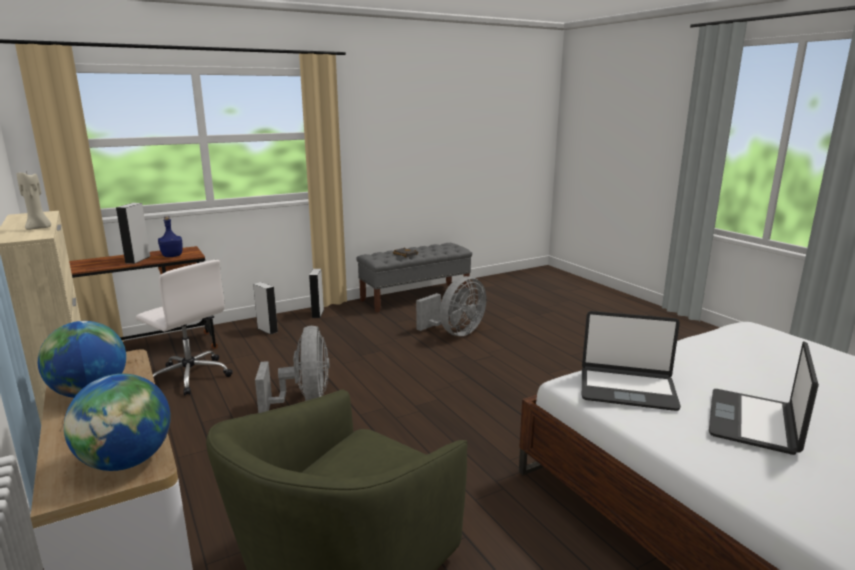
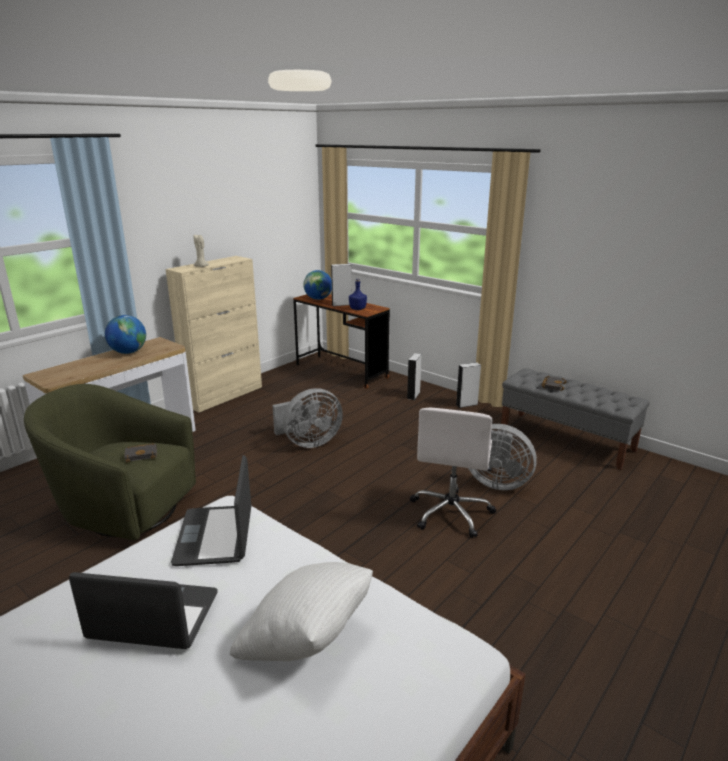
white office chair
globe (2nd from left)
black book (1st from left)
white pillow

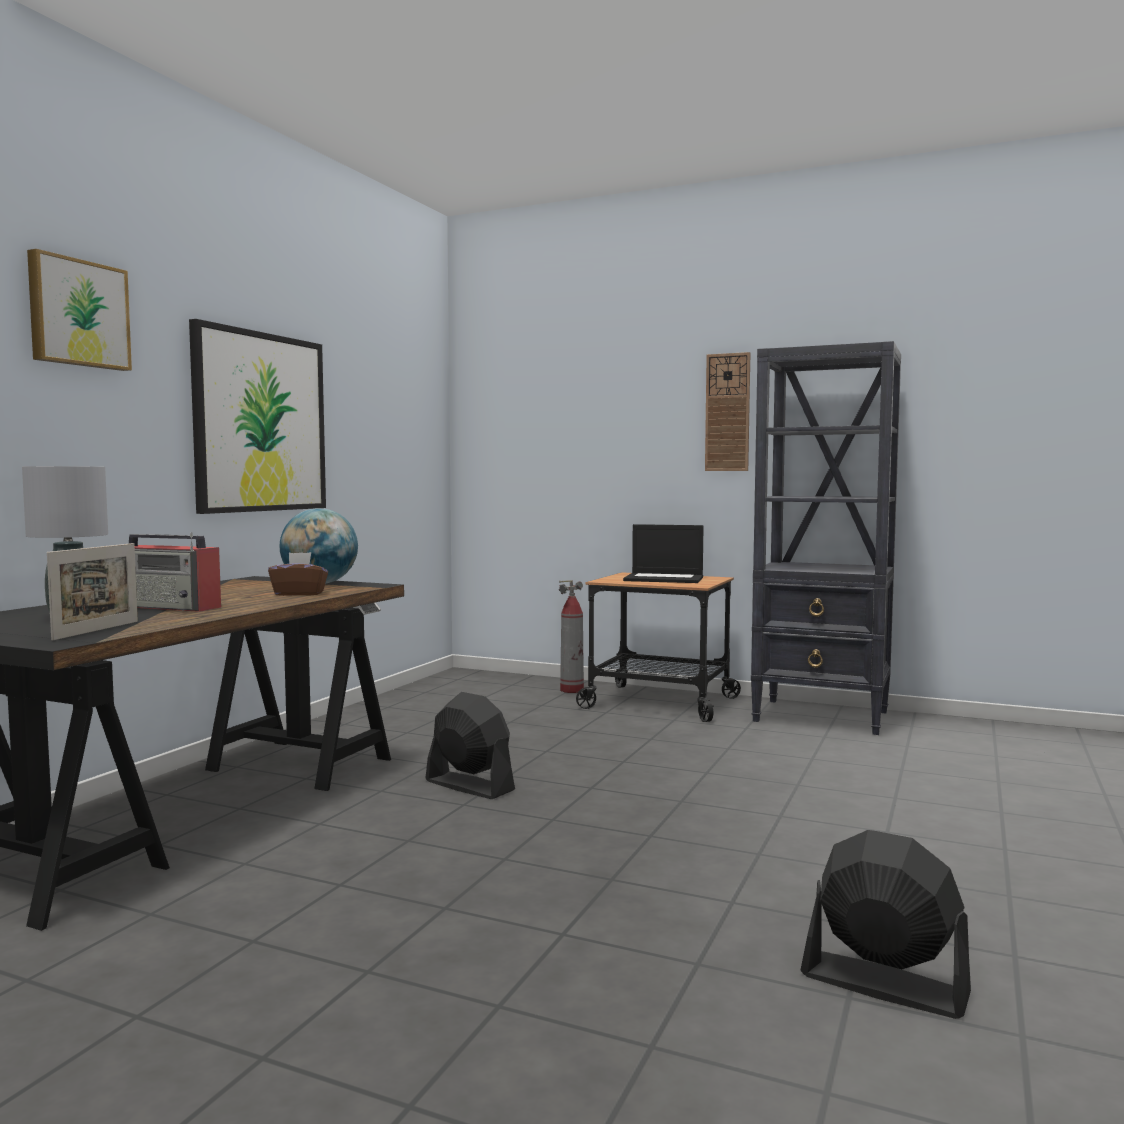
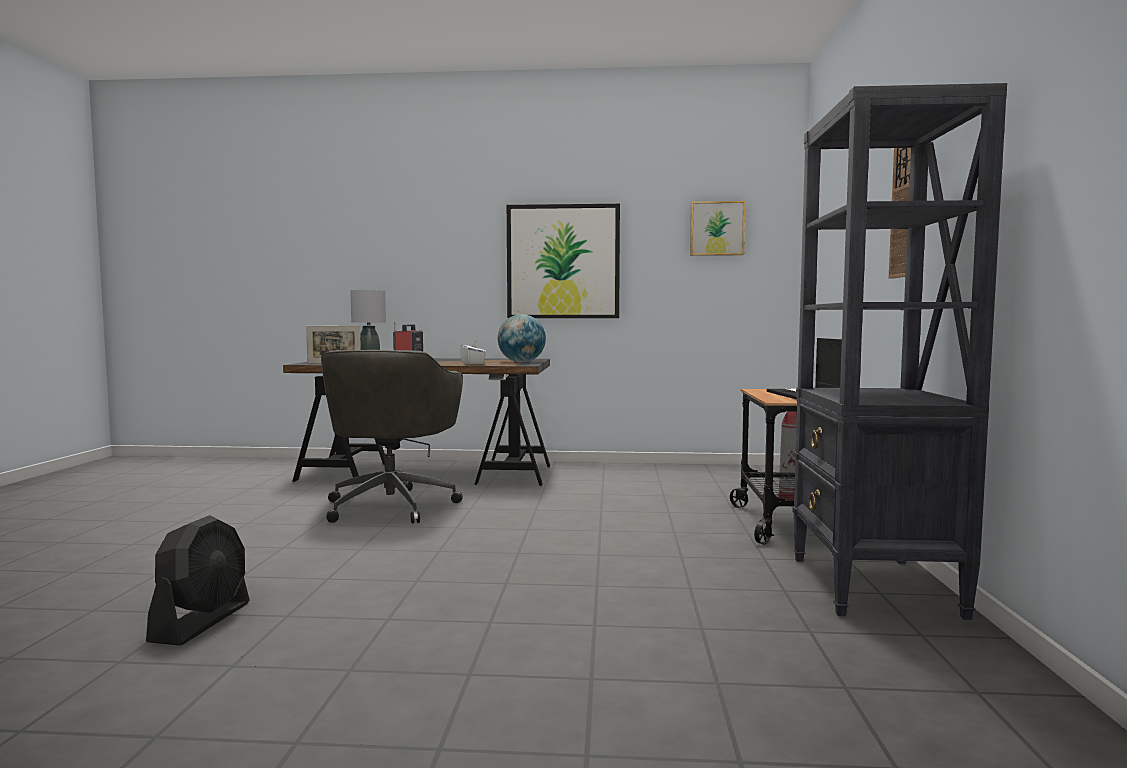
picture (2nd from left)
white tissue box
black fan (1st from left in the first image)
grey office chair

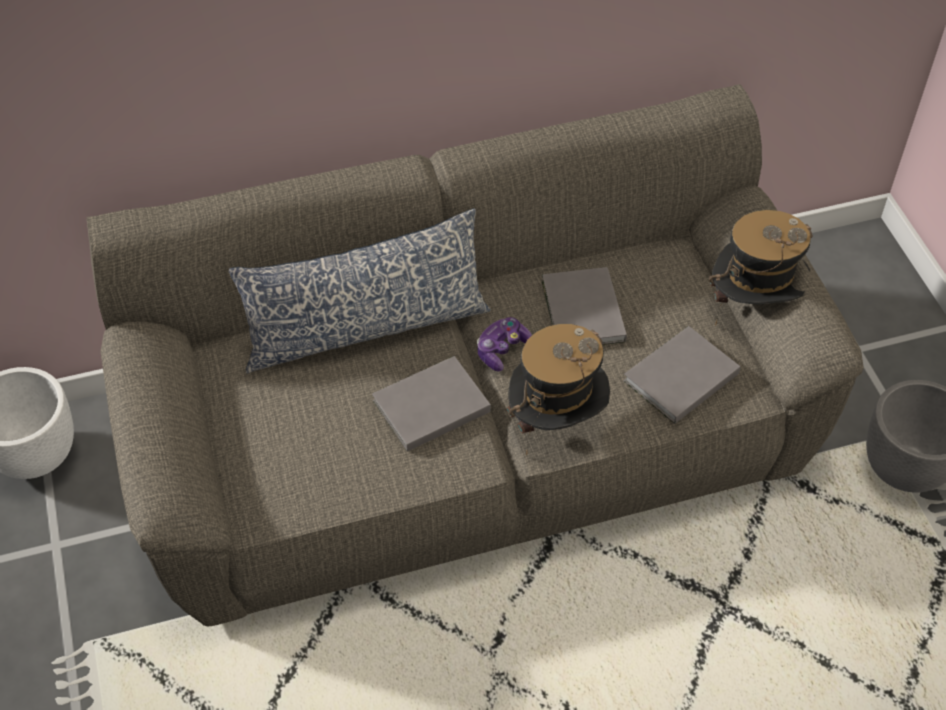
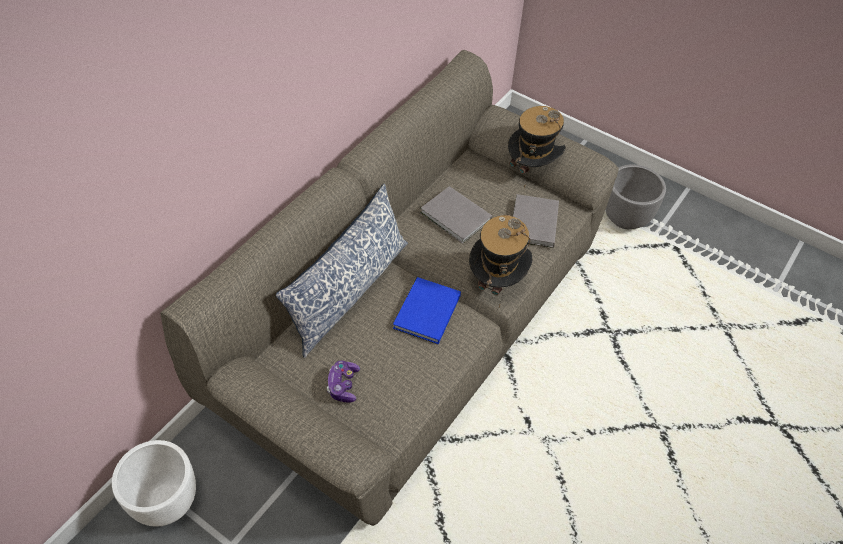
game controller
blue book

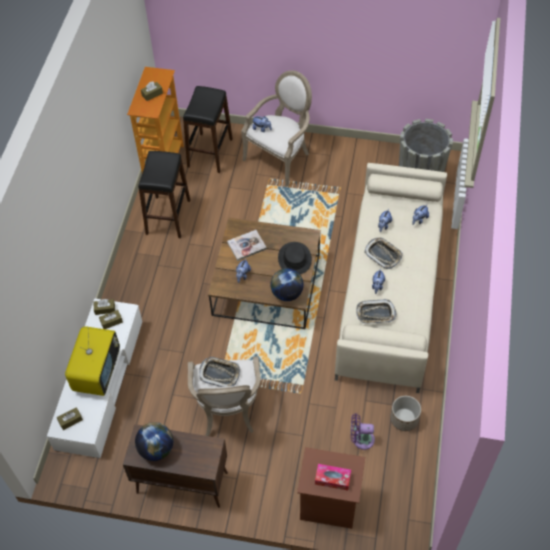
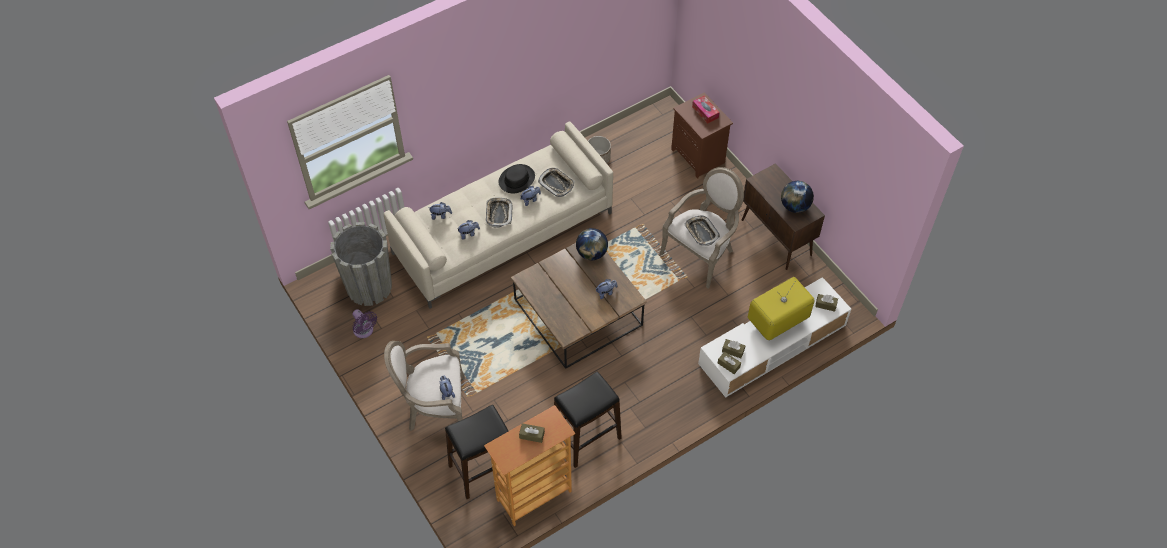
book
black hat
purple fan

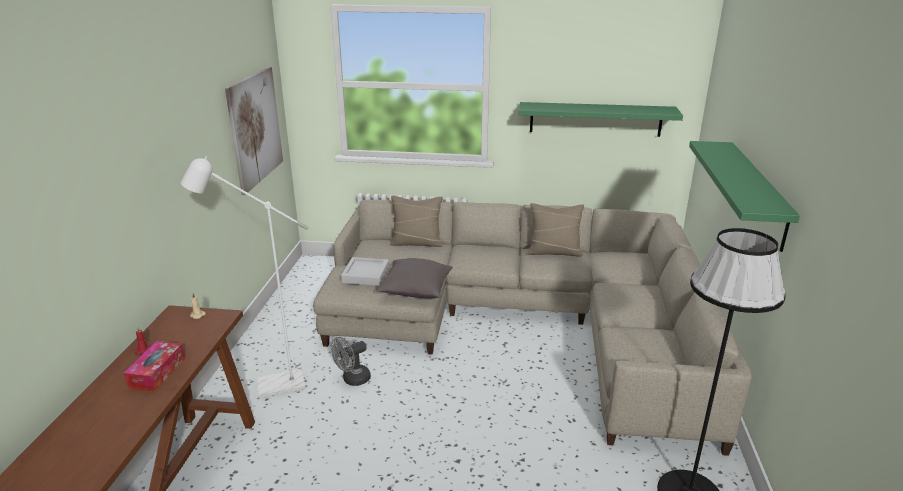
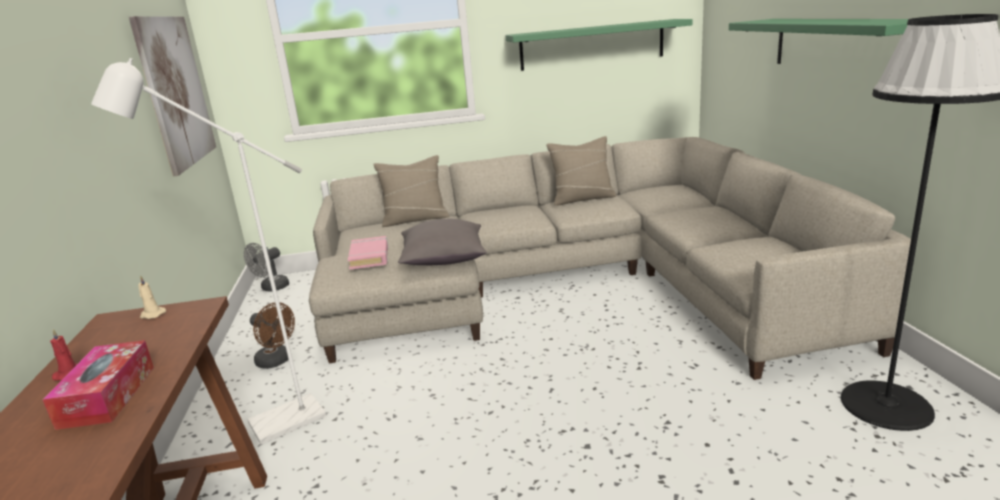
pink book
grey fan
brown fan

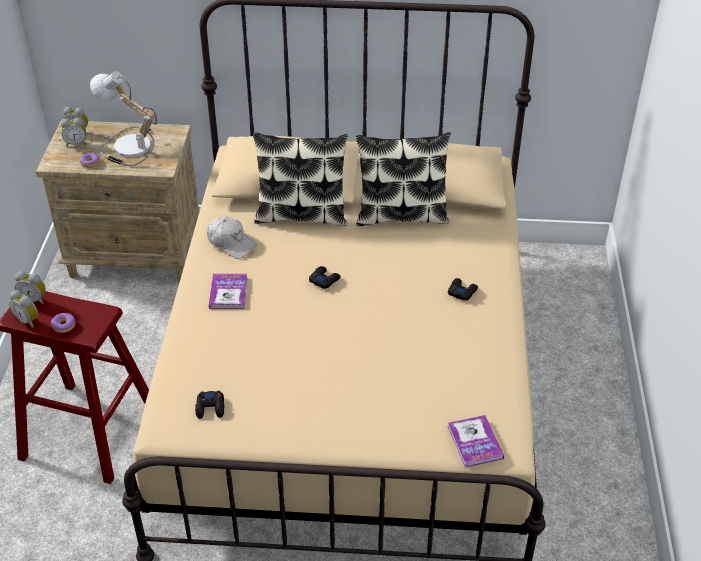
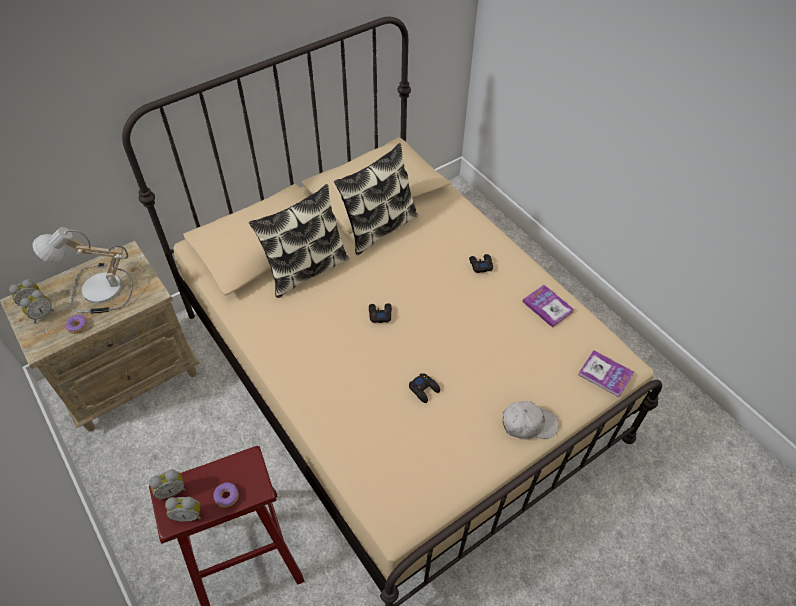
white cap
book (1st from left)
black game controller (2nd from left)

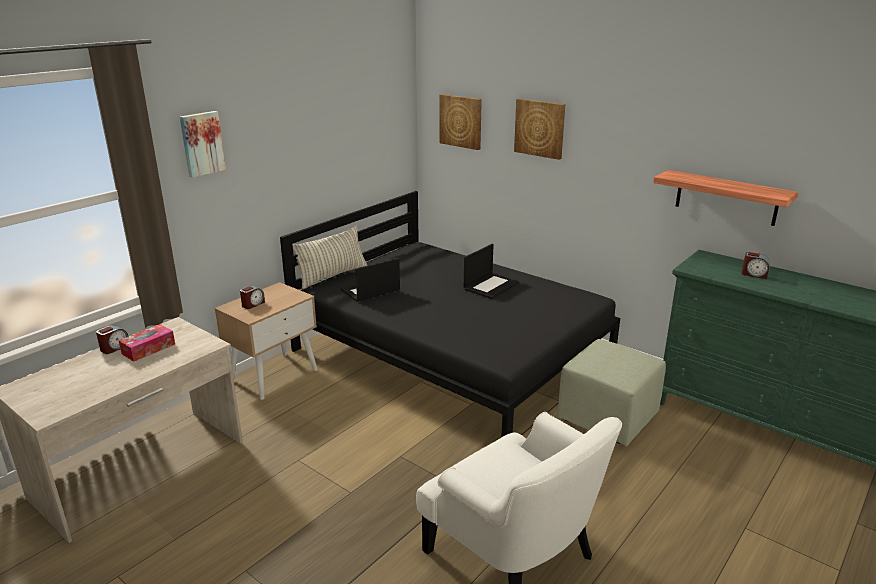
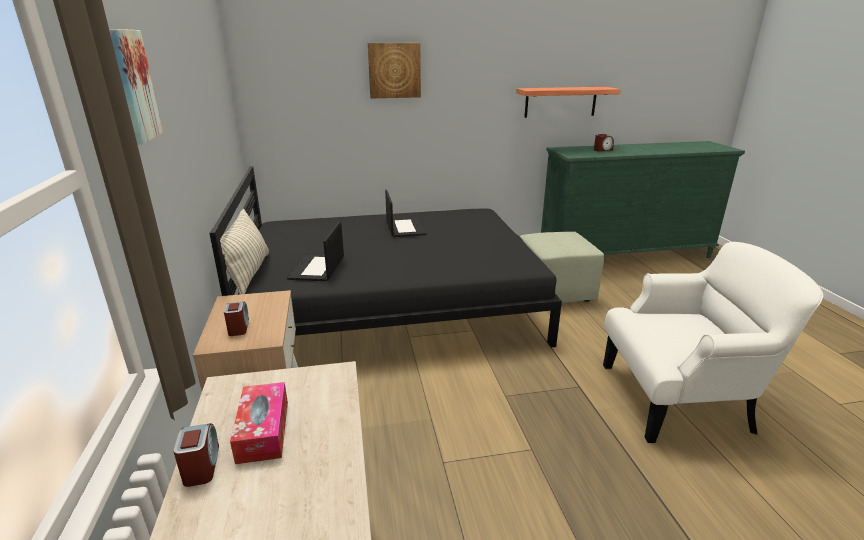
picture (2nd from left in the first image)

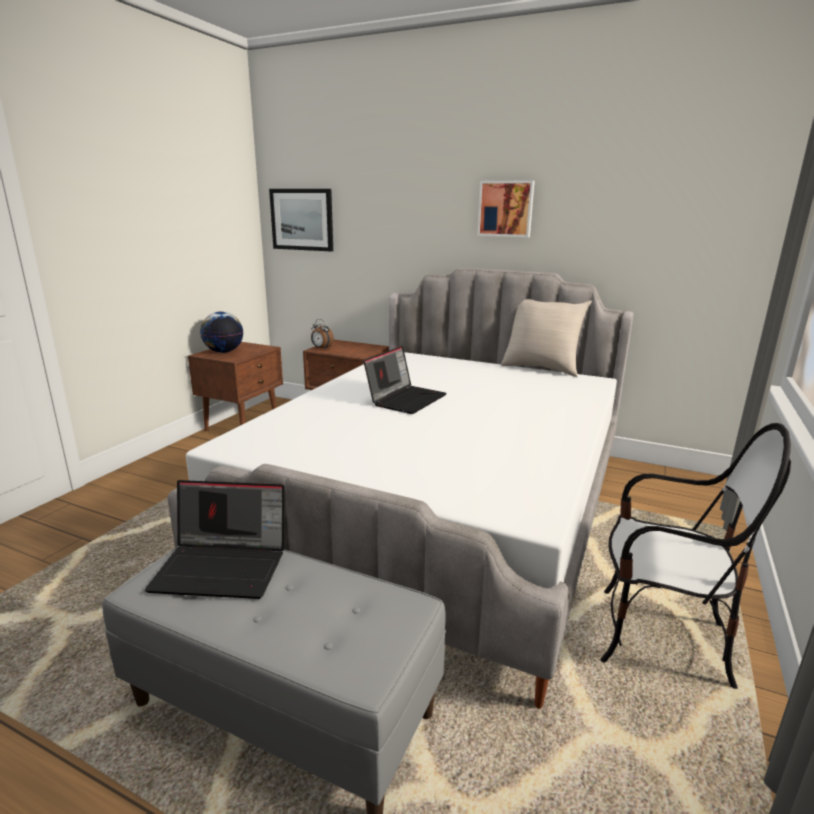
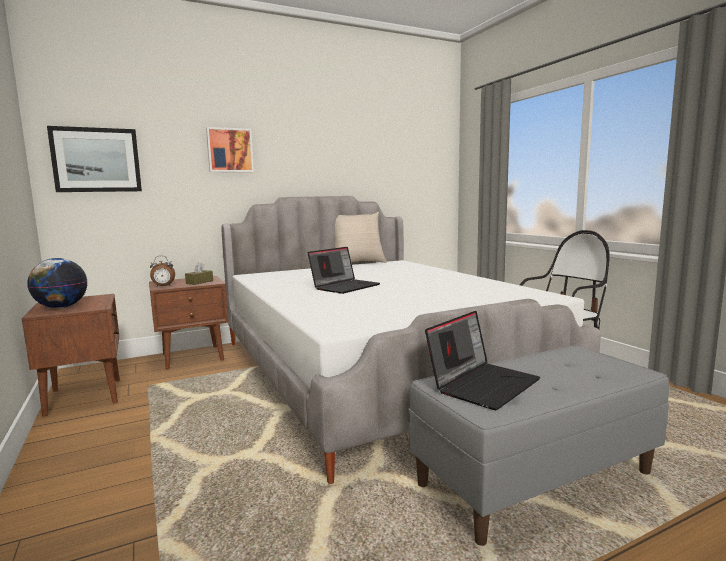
picture (2nd from left)
laptop (1st from left)
brown tissue box

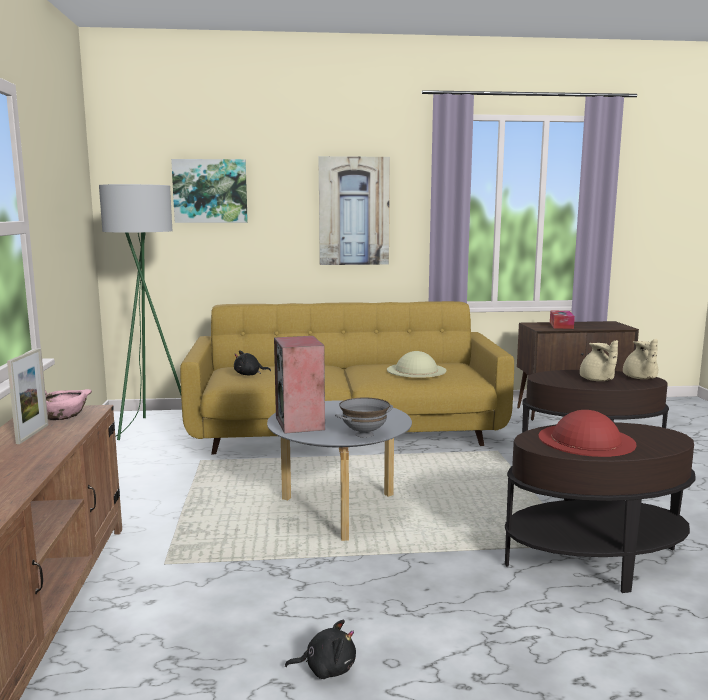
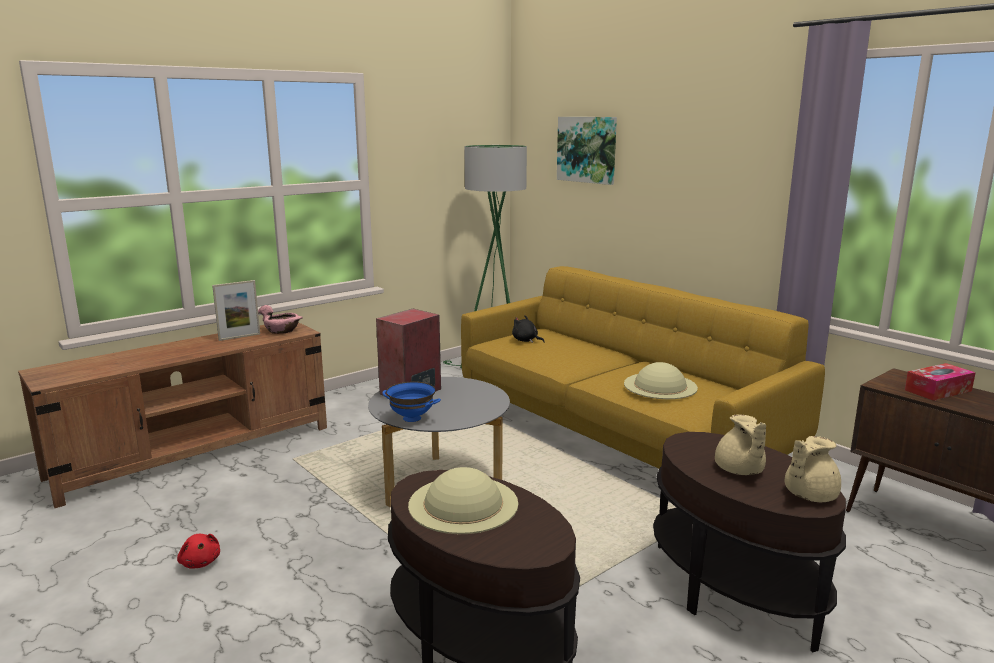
picture (2nd from left in the first image)
beige teapot (1st from left)
blue bowl
beige hat (1st from left)
red plush toy

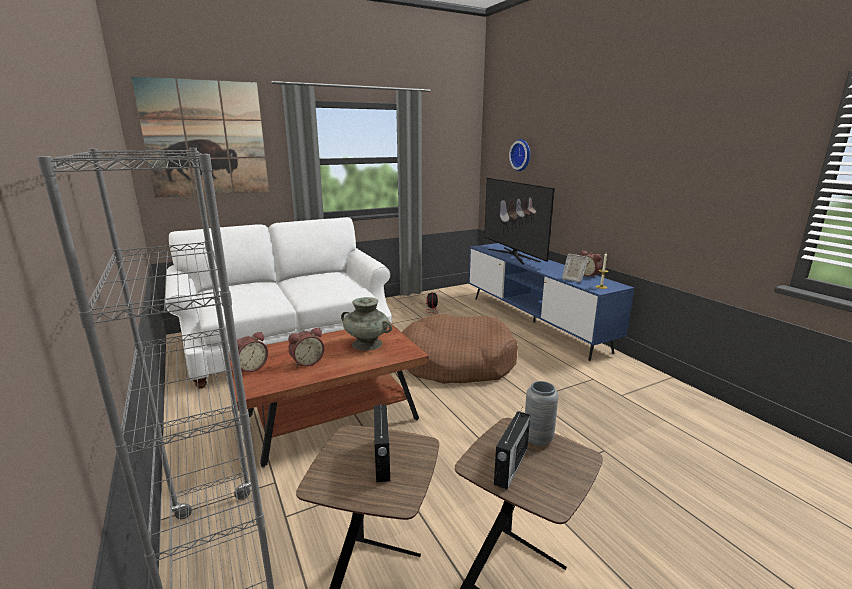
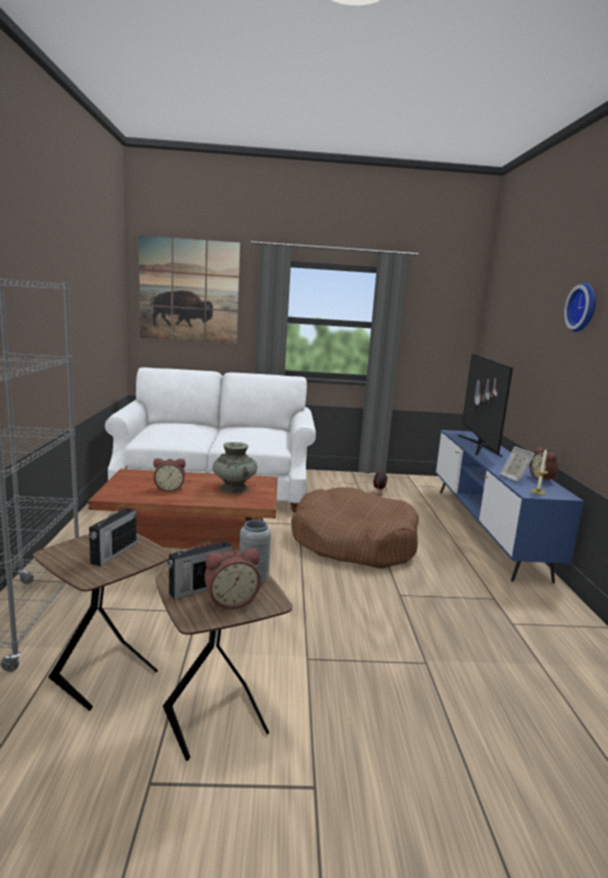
wall clock
alarm clock (2nd from left)

